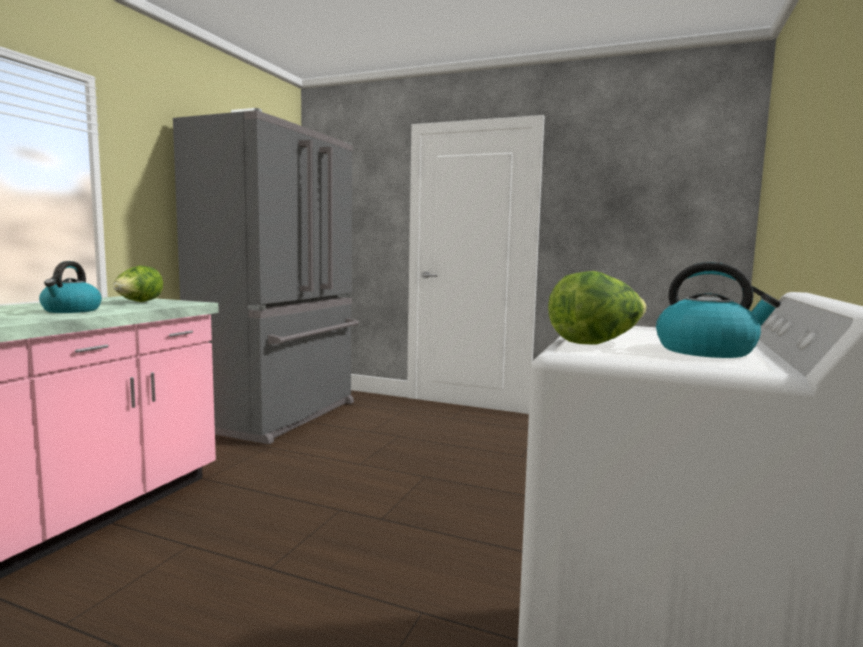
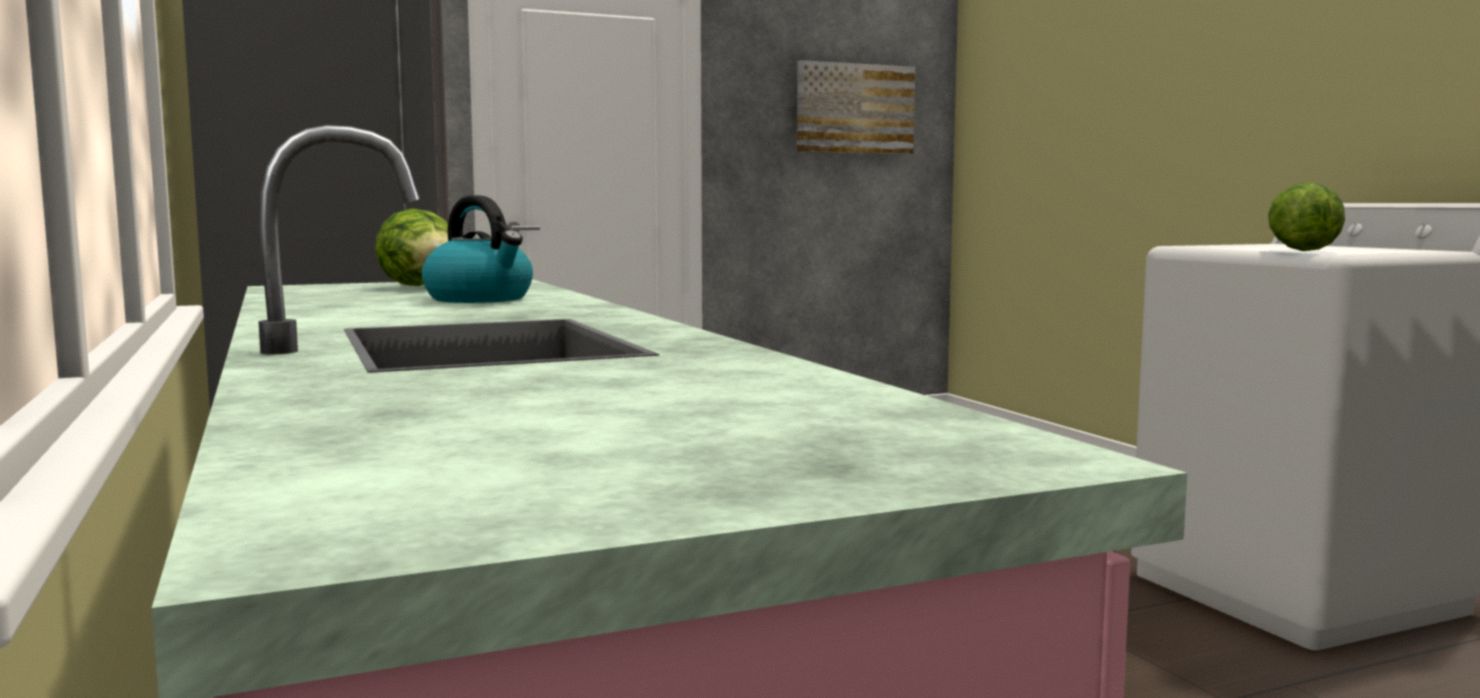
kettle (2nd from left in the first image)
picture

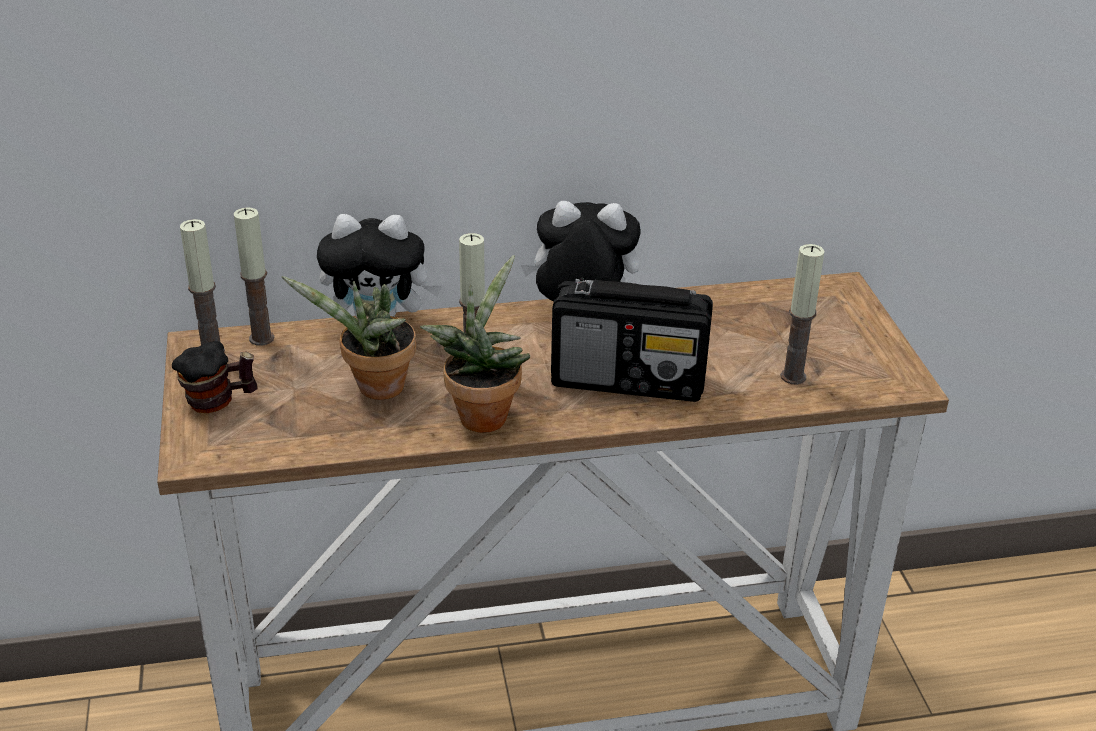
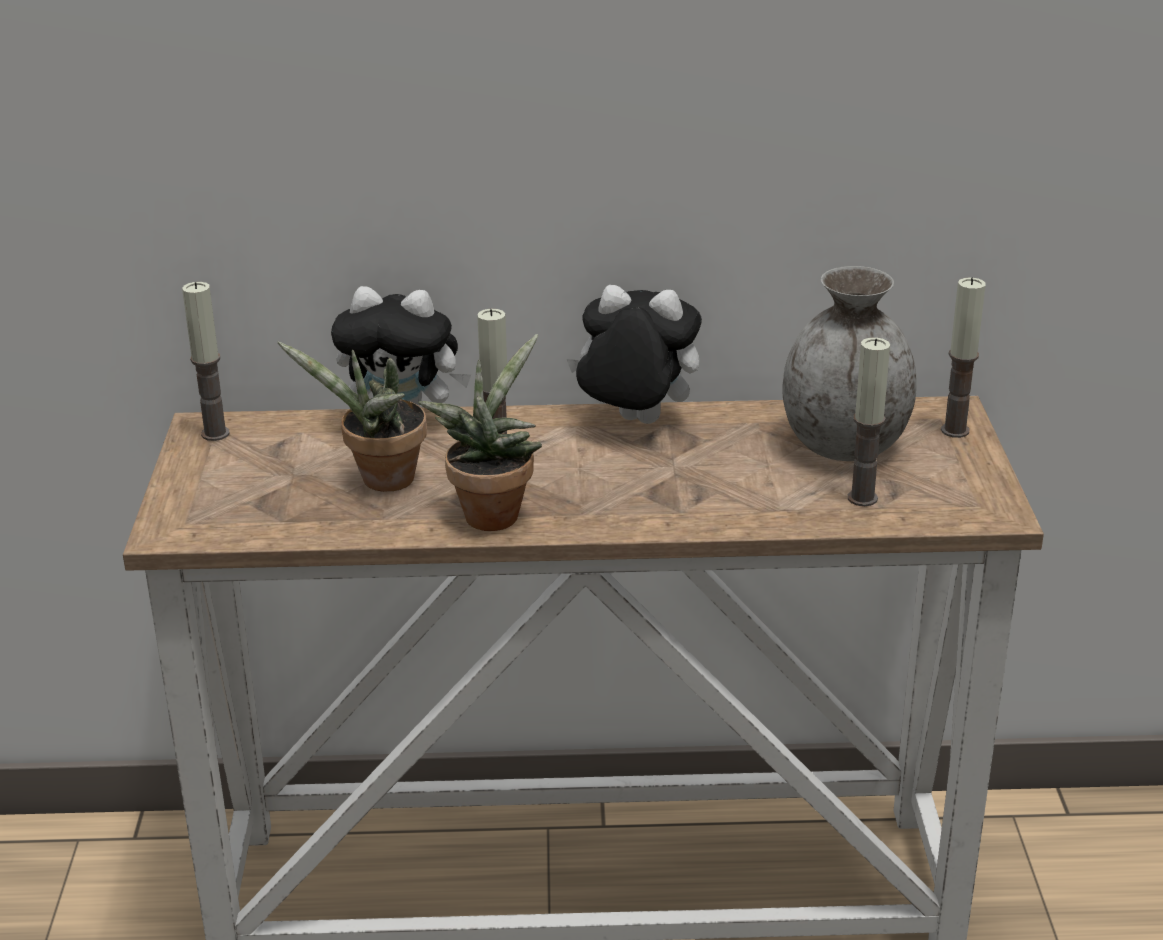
candle (4th from left)
radio
mug
grey vase

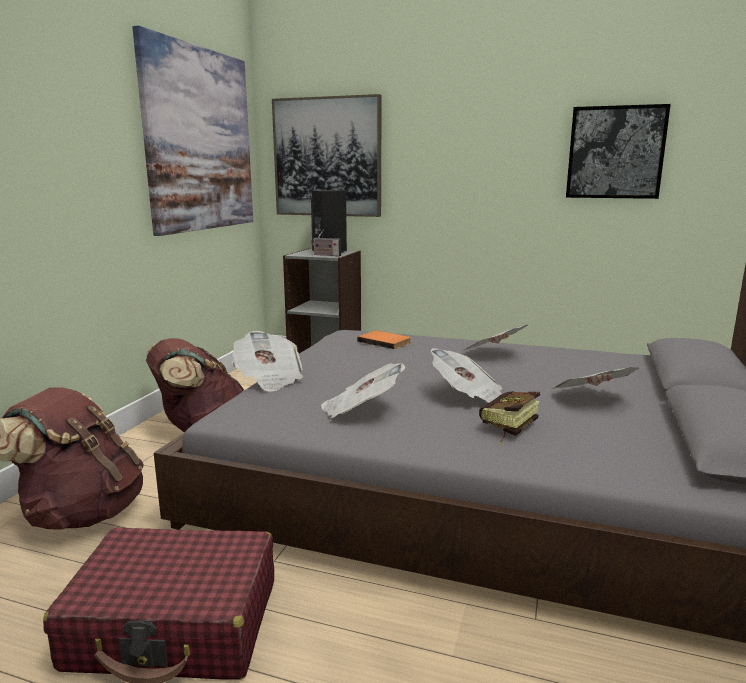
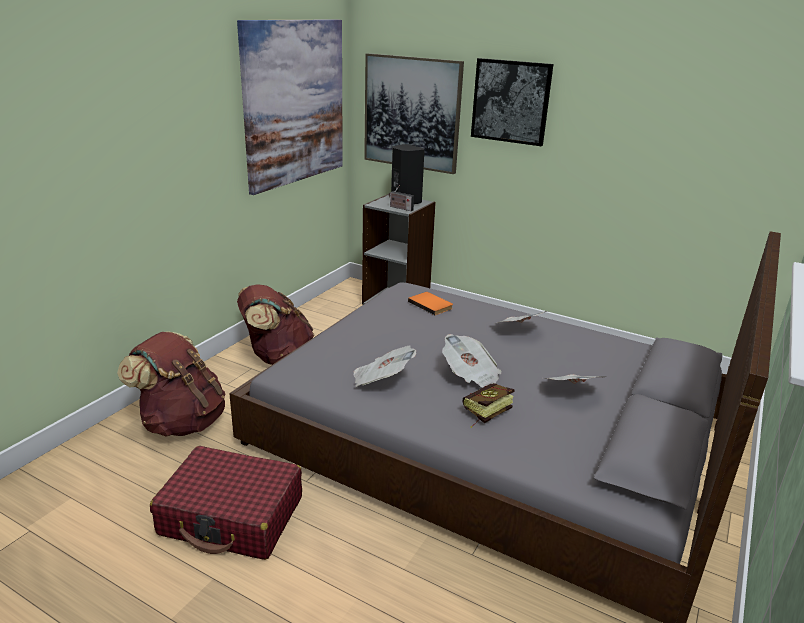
picture (3rd from left)
newspaper (1st from left in the first image)

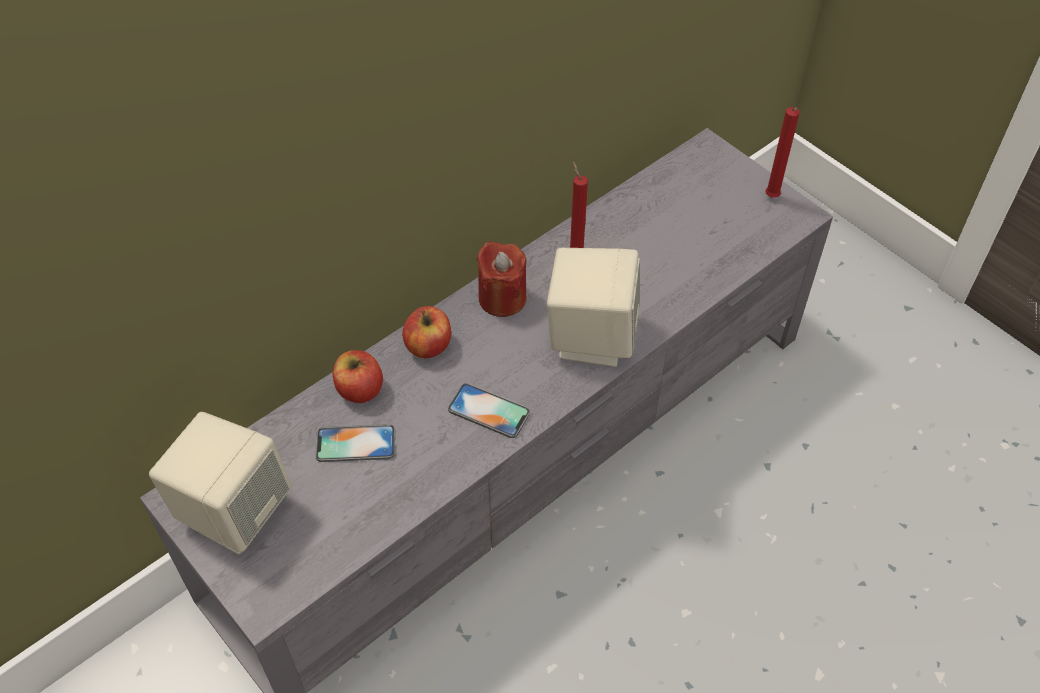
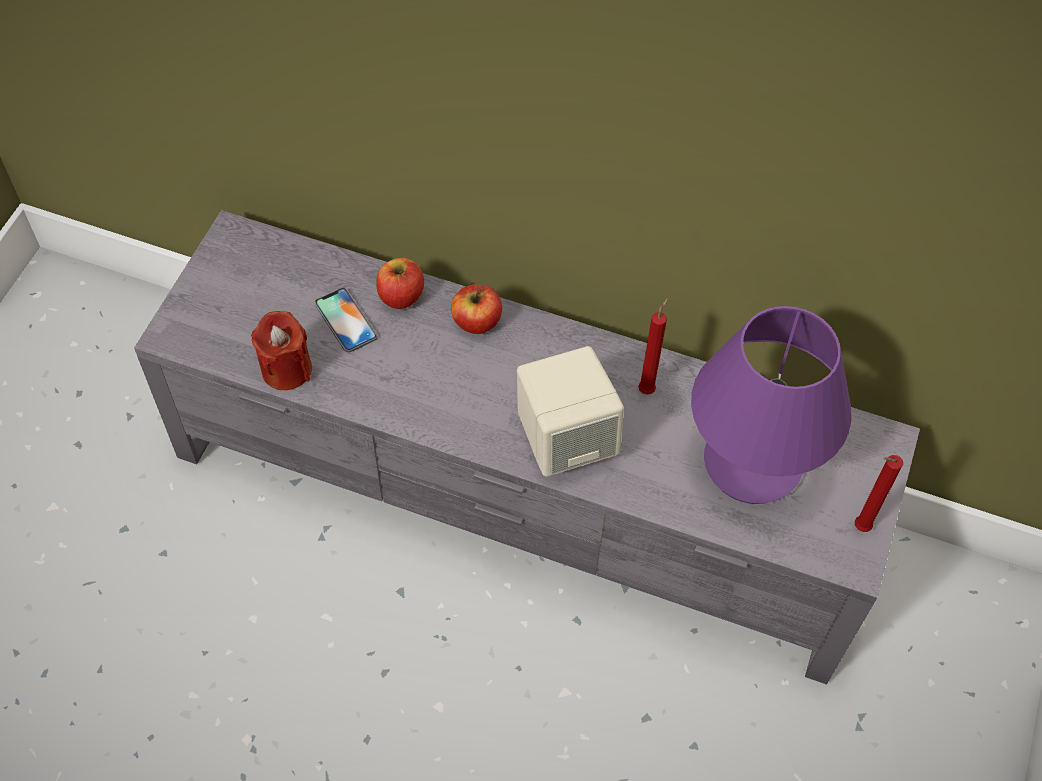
red candle (1st from left)
phone (2nd from left in the first image)
beige speaker (1st from left in the first image)
purple table lamp

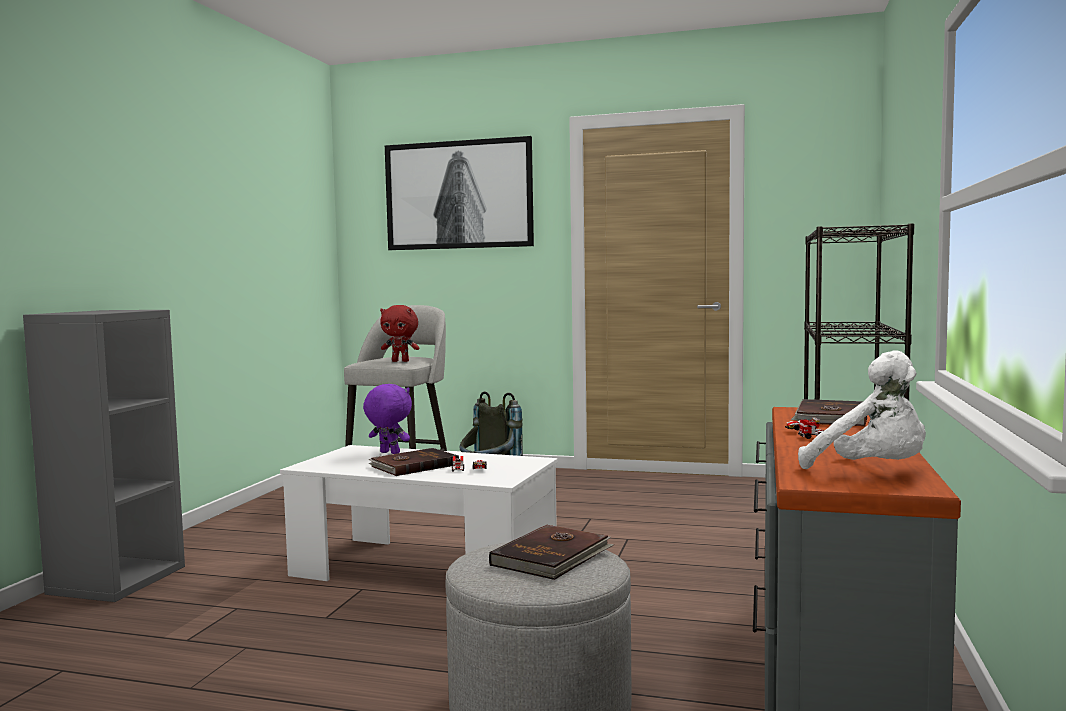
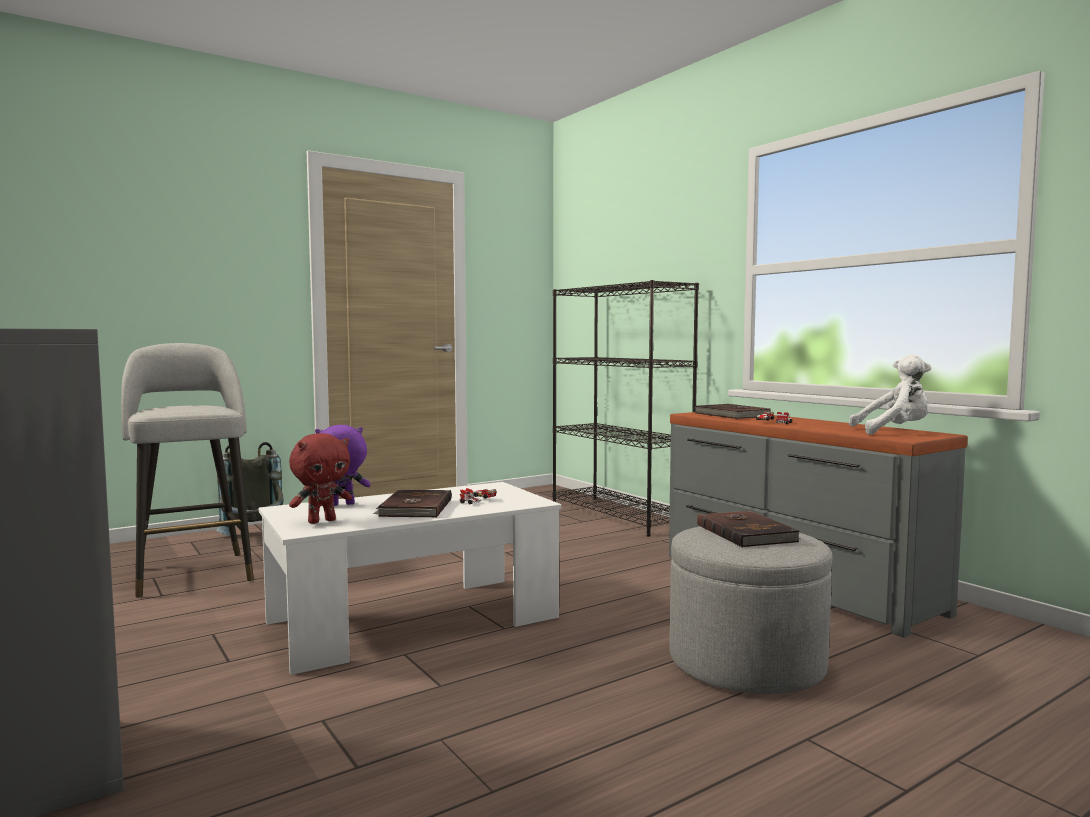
picture
red plush toy

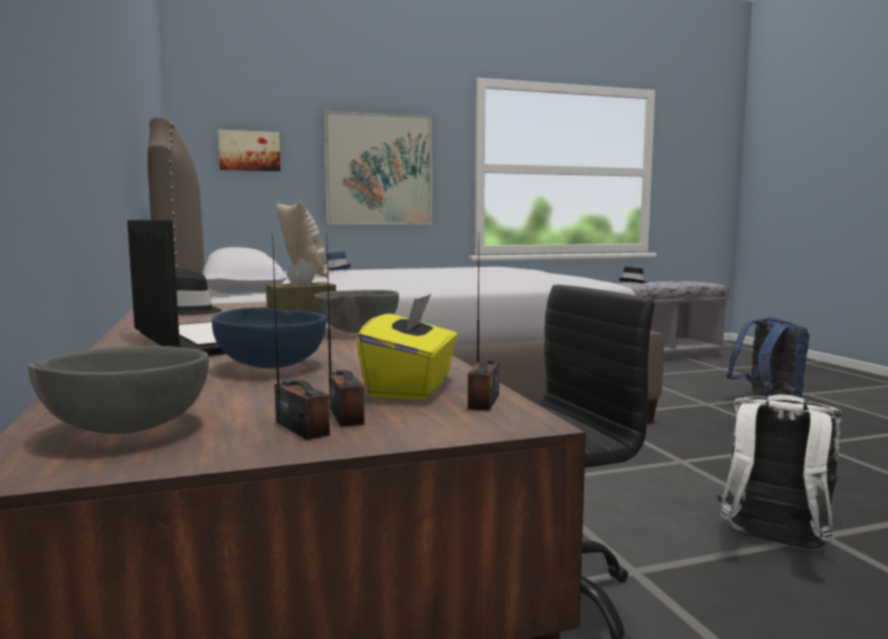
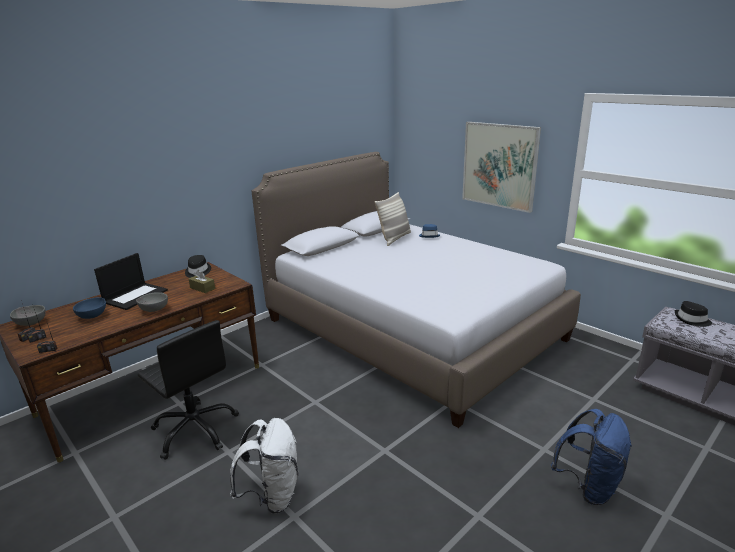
picture (1st from left in the first image)
yellow tissue box

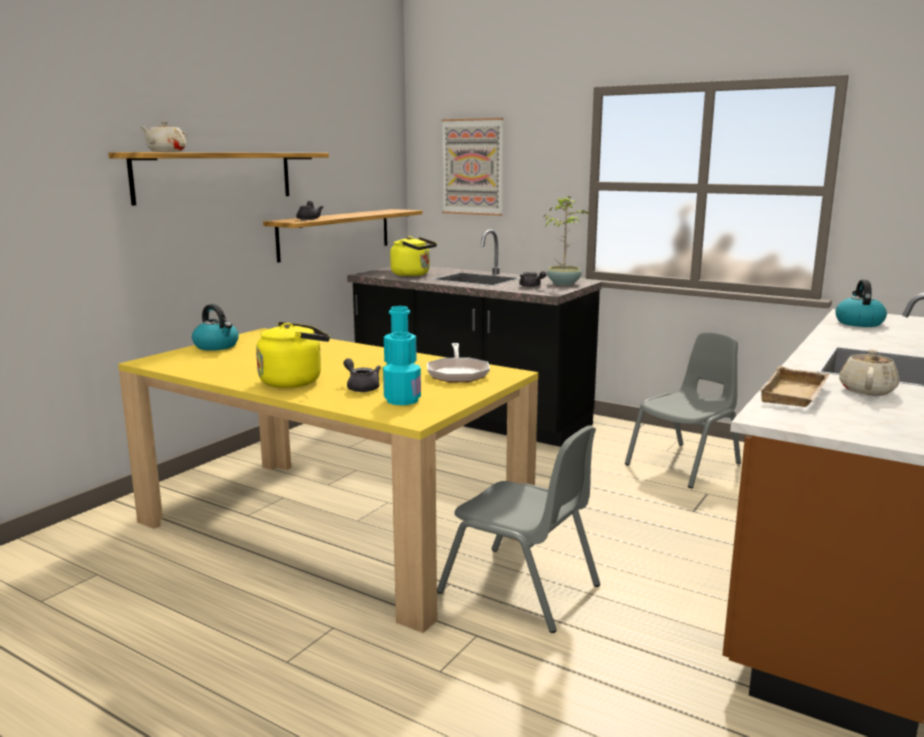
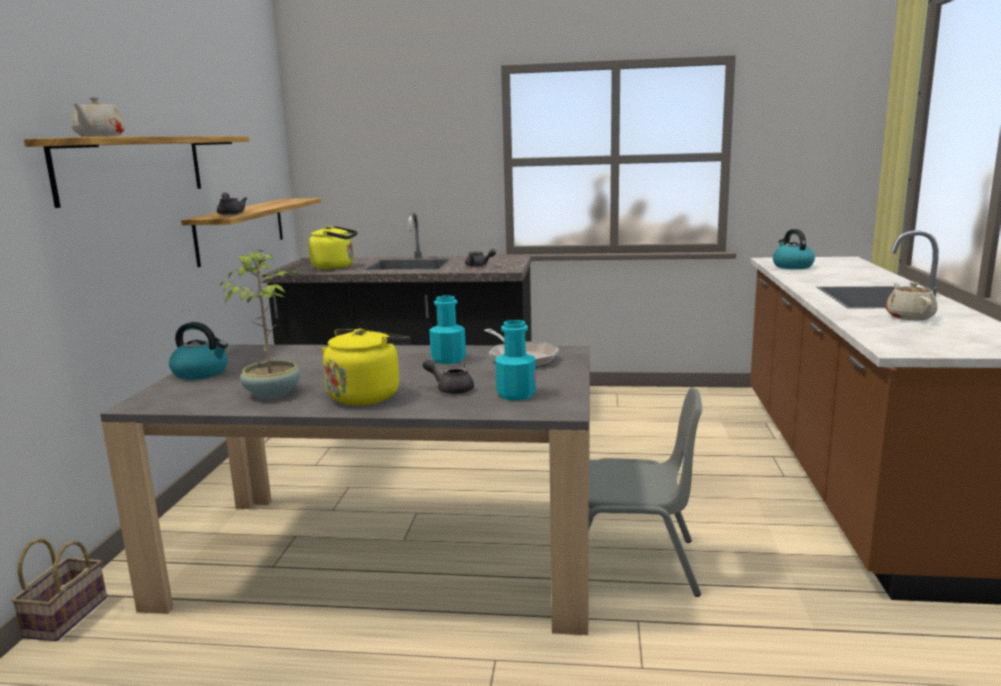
picture
potted plant
grey dining table
grey chair (2nd from left in the first image)
beige tray
basket

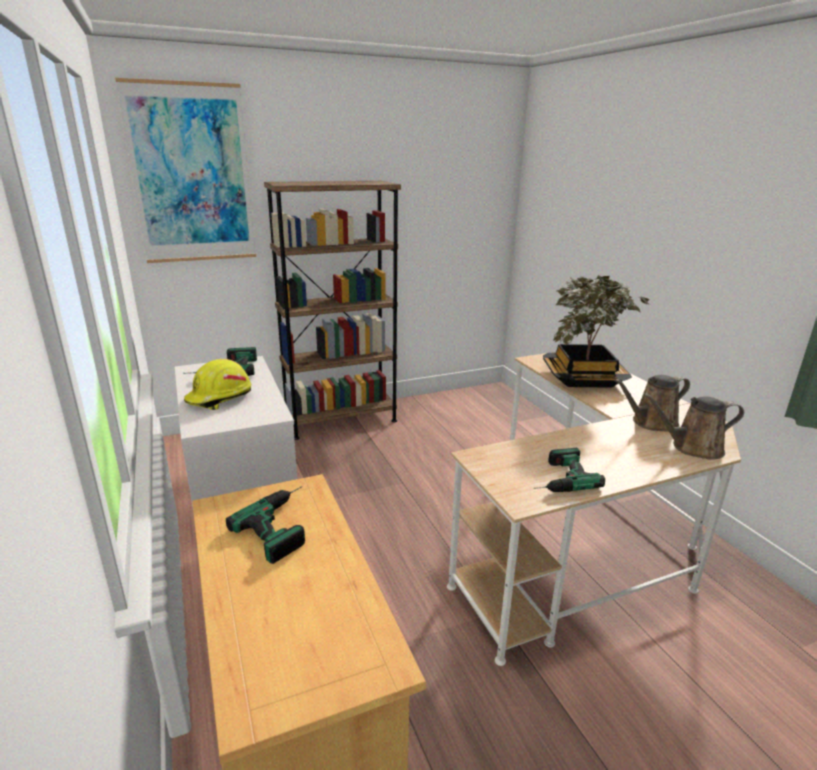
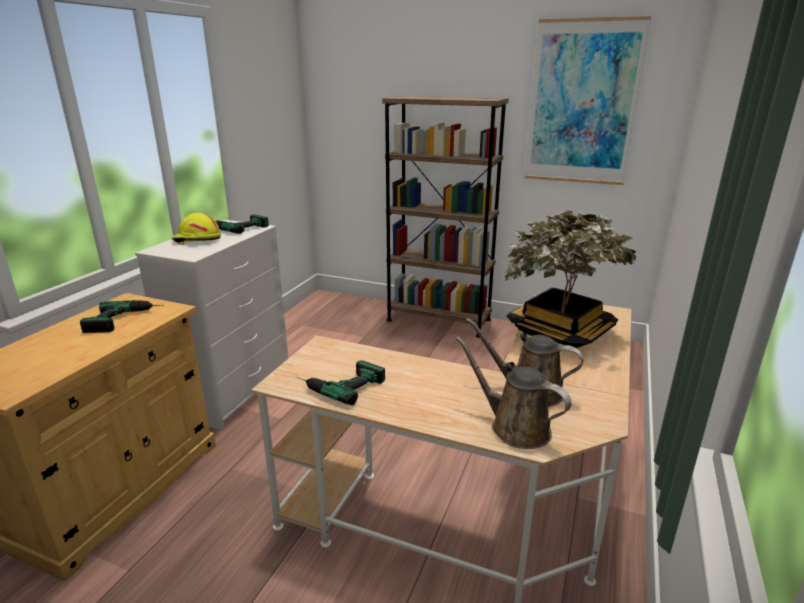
picture

